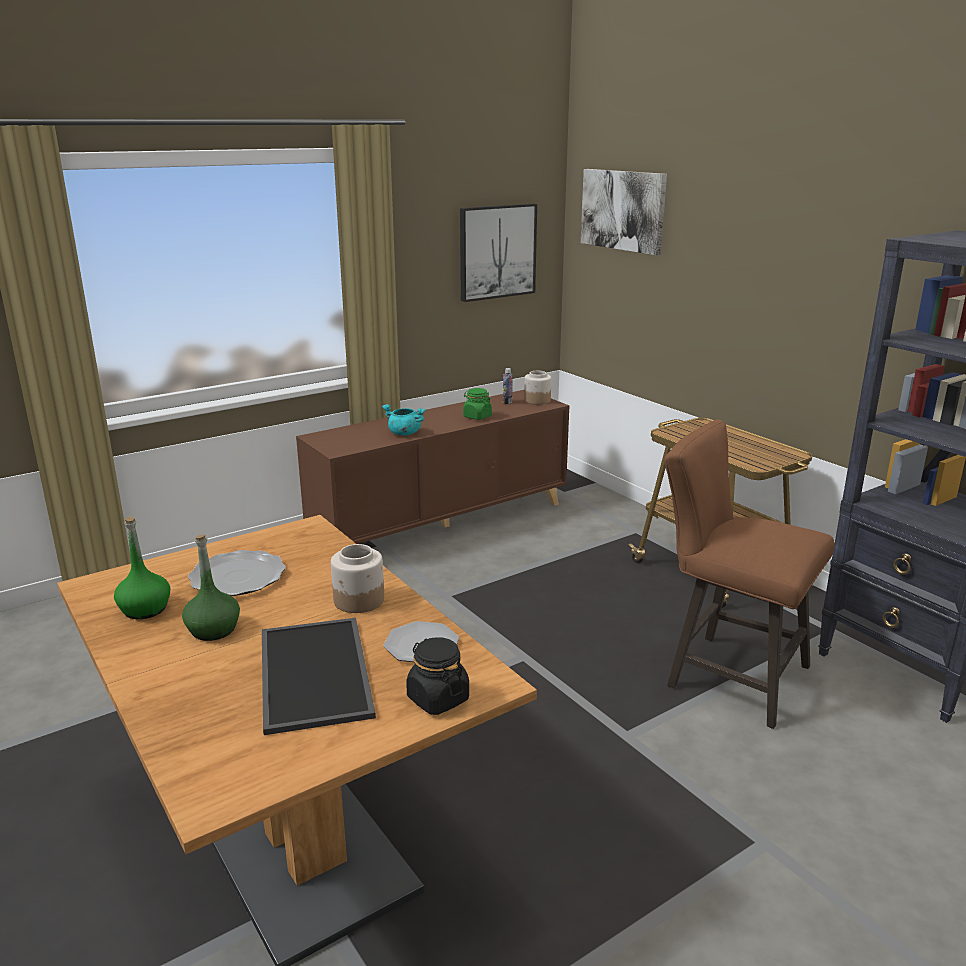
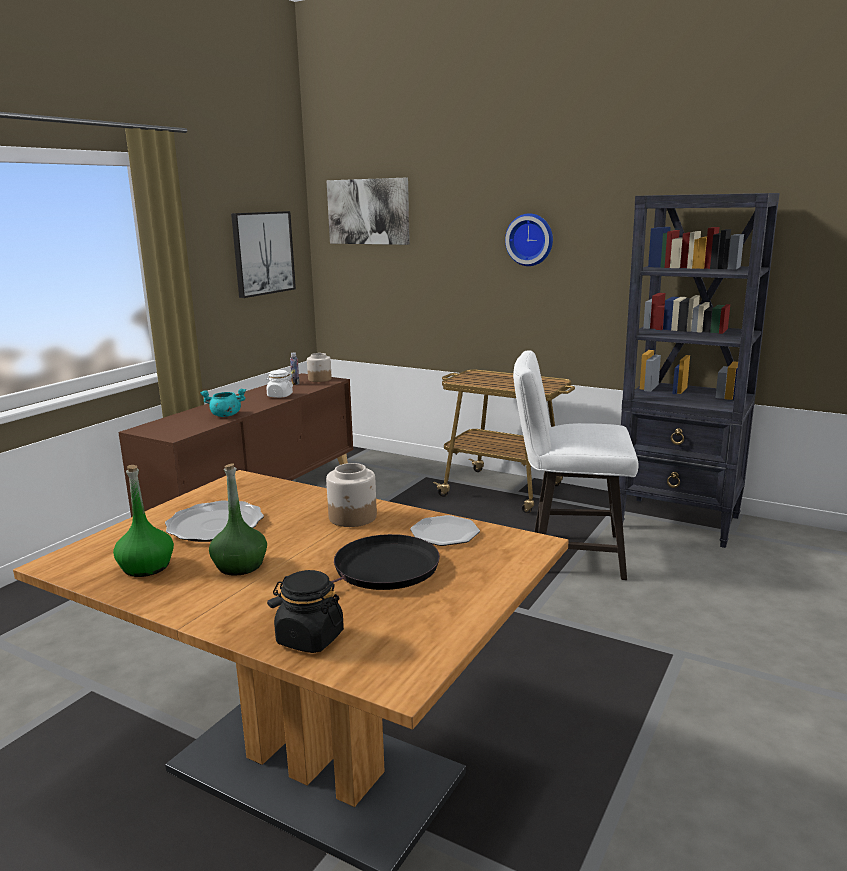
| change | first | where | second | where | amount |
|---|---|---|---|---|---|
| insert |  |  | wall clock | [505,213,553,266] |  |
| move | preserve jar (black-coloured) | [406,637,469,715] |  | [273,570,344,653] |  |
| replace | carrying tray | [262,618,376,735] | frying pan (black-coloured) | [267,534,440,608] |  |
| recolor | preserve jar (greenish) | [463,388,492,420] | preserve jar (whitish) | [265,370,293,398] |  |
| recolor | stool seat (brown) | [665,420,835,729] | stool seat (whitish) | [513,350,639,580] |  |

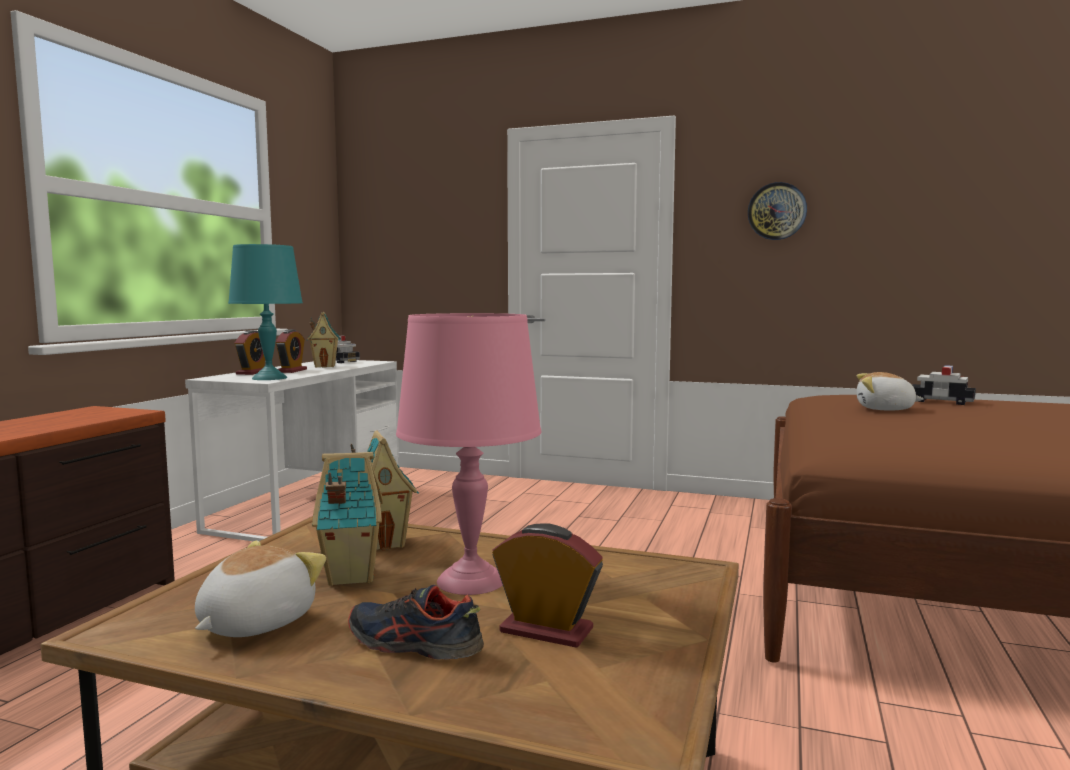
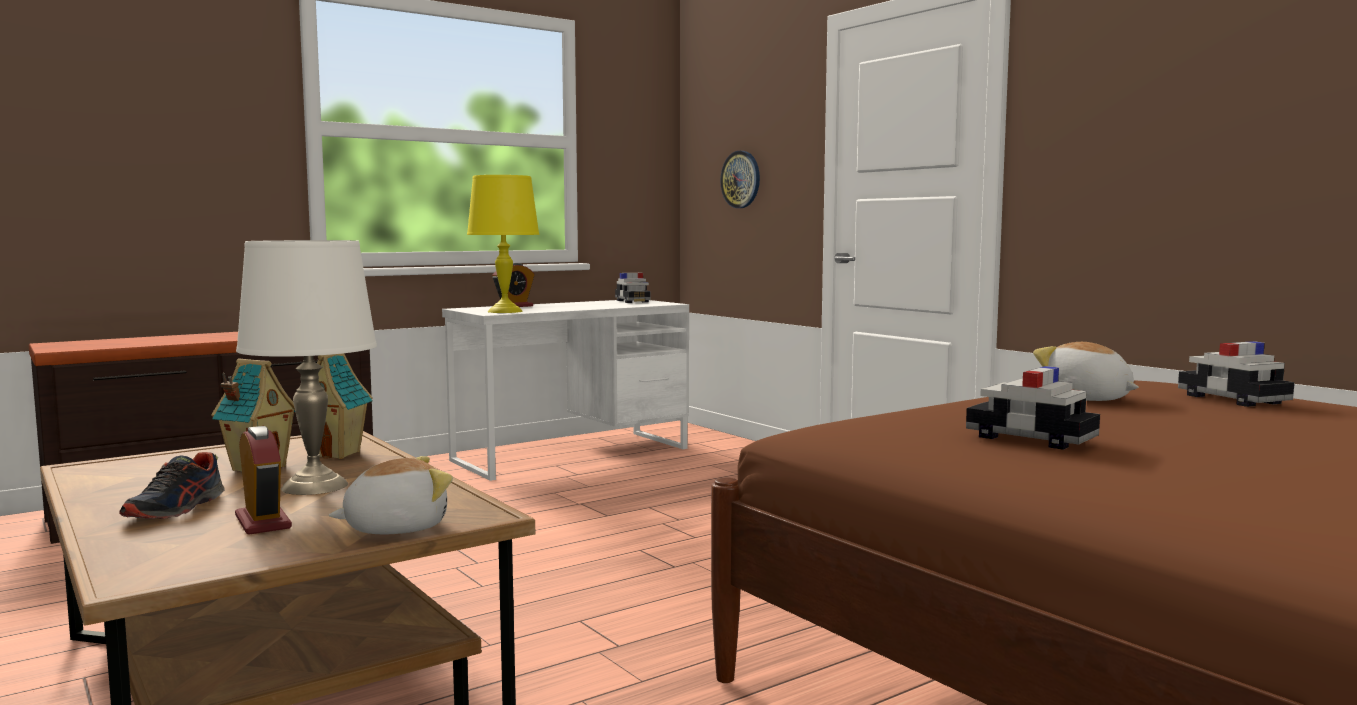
| change | first | where | second | where | amount |
|---|---|---|---|---|---|
| delete | alarm clock | [276,330,307,373] |  |  |  |
| delete | model house | [307,312,341,368] |  |  |  |
| insert |  |  | miniature car | [966,366,1100,450] |  |
| move | cuddly toy | [195,541,326,637] |  | [328,456,453,534] |  |
| move | wall clock | [748,182,807,240] |  | [720,151,760,208] |  |
| recolor | lamp for a table (blue-green) | [228,244,303,380] | lamp for a table (yellow-coloured) | [467,175,540,313] |  |
| recolor | lamp for a table (pink-coloured) | [396,313,542,595] | lamp for a table (whitish) | [236,240,377,495] |  |
| rotate | low shoe | [348,585,484,660] |  | [119,452,225,519] | 135 degrees counterclockwise |

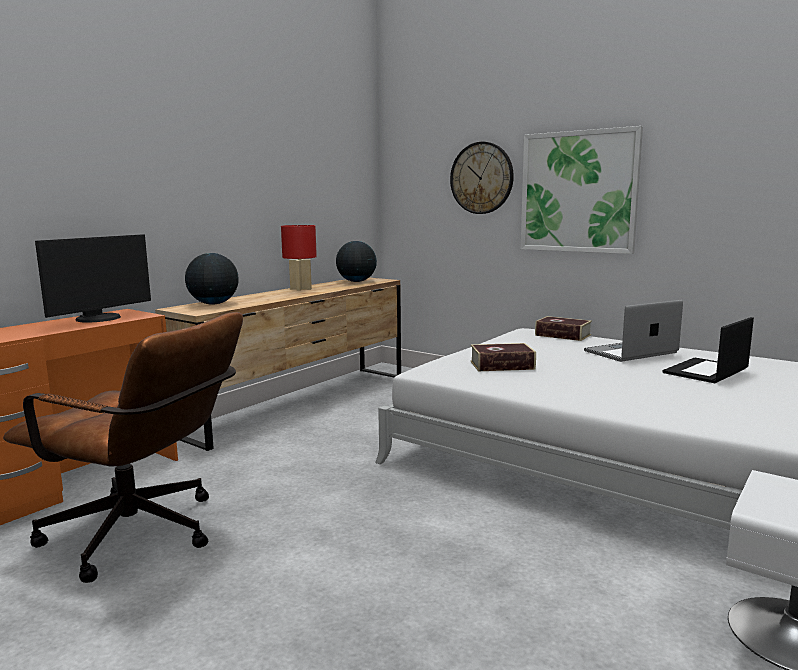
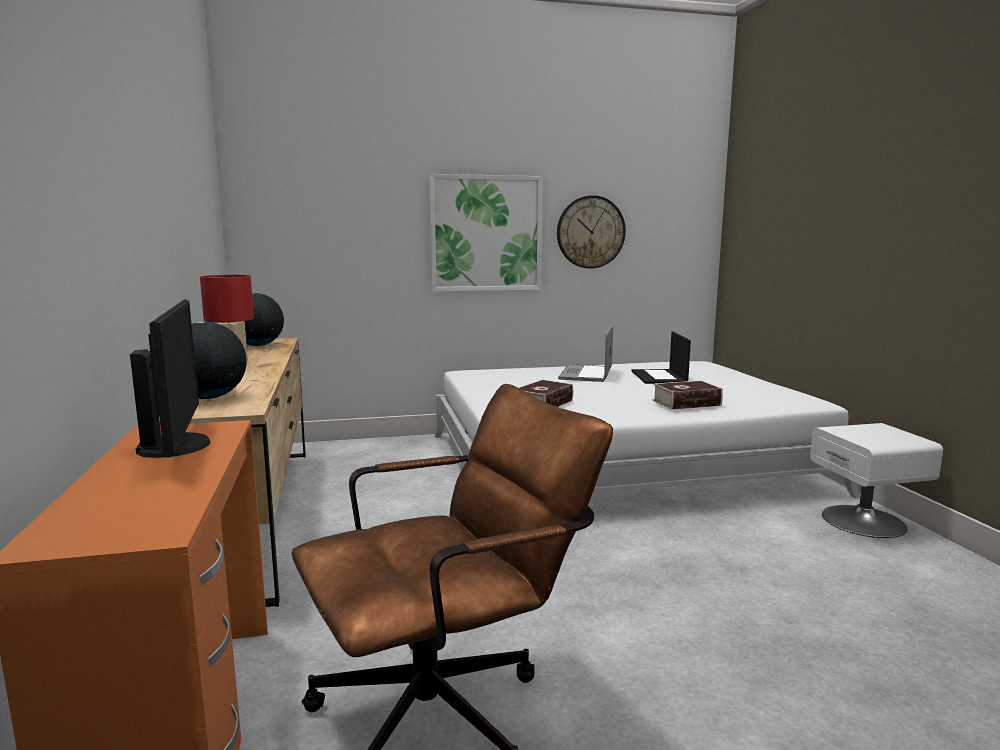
| change | first | where | second | where | amount |
|---|---|---|---|---|---|
| move | wall clock | [450,142,514,214] |  | [557,195,626,269] |  |
| move | volume | [535,316,592,341] |  | [653,380,723,410] |  |

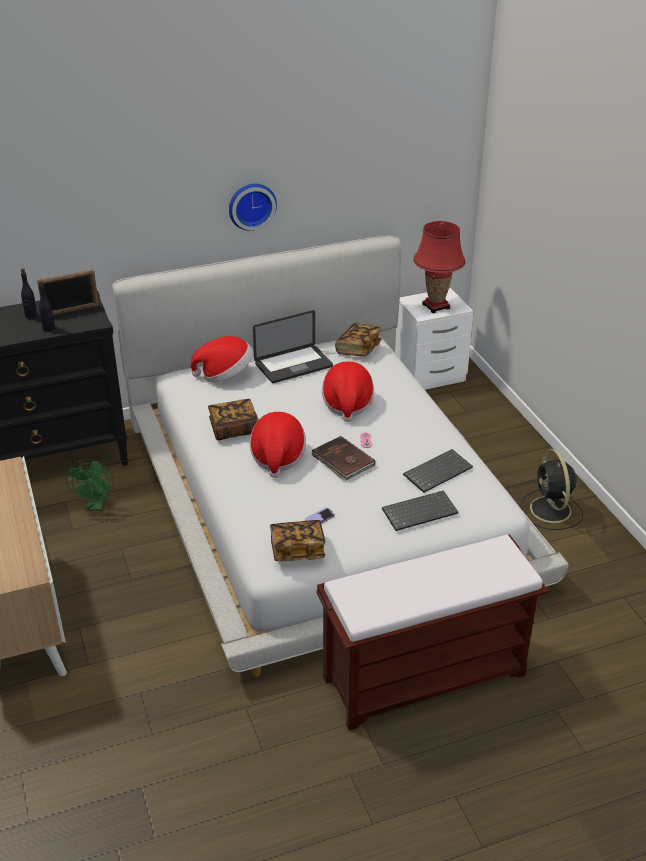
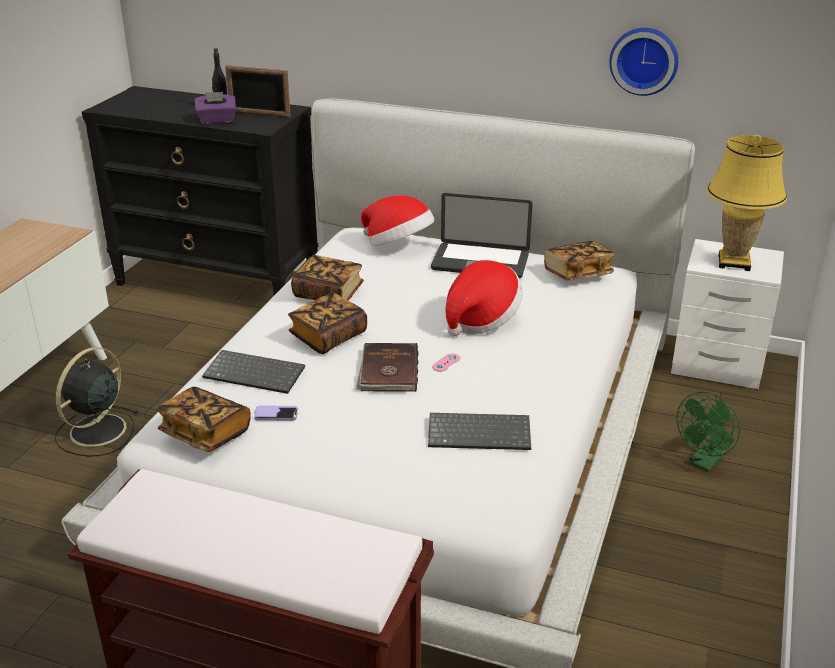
| change | first | where | second | where | amount |
|---|---|---|---|---|---|
| move | cooling fan (greenish) | [66,460,114,511] |  | [676,391,740,472] |  |
| move | wall clock | [229,184,277,231] |  | [609,28,678,96] |  |
| move | keyboard | [382,490,458,531] |  | [202,350,305,394] |  |
| move | cooling fan (black-coloured) | [521,449,583,530] |  | [54,347,139,457] |  |
| replace | bottle (black-coloured) | [39,280,55,332] | tissue holder (purplish) | [195,92,236,124] |  |
| replace | hat | [250,412,306,478] | volume | [288,293,367,354] |  |
| recolor | lamp for a table (red) | [413,221,466,313] | lamp for a table (yellow-coloured) | [707,135,787,271] |  |

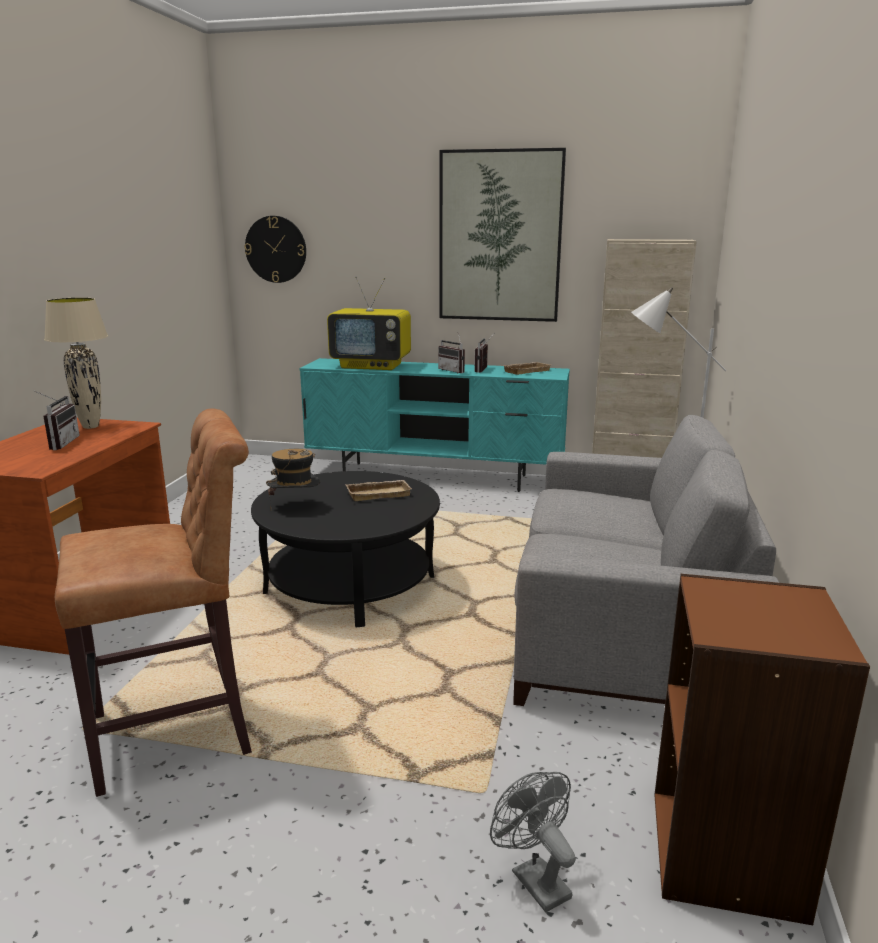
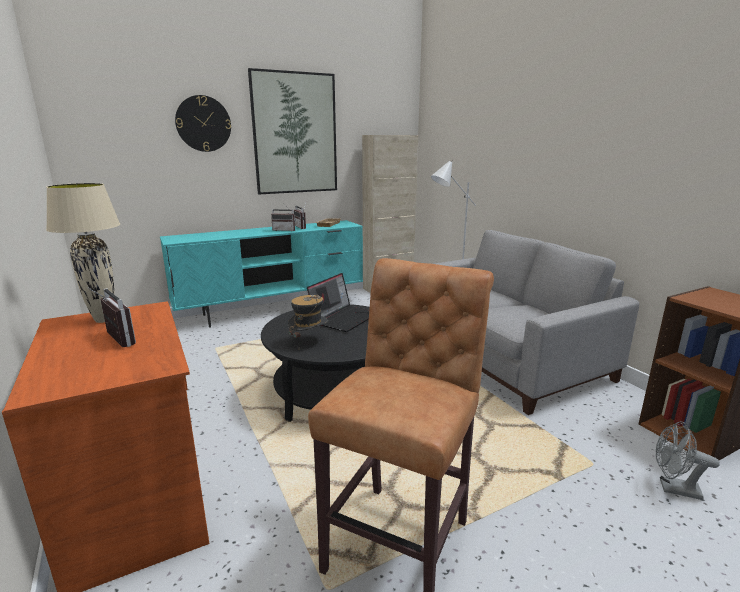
| change | first | where | second | where | amount |
|---|---|---|---|---|---|
| delete | TV | [327,276,411,370] |  |  |  |
| move | wall clock | [244,216,306,283] |  | [175,95,231,152] |  |
| replace | carrying tray (sand-coloured) | [345,480,412,501] | notebook computer | [307,273,369,332] |  |

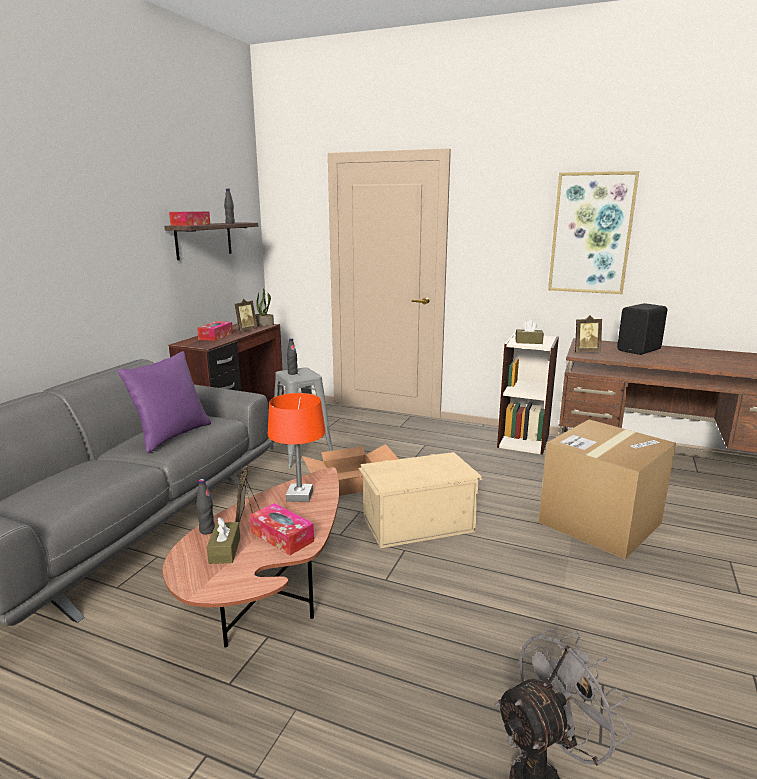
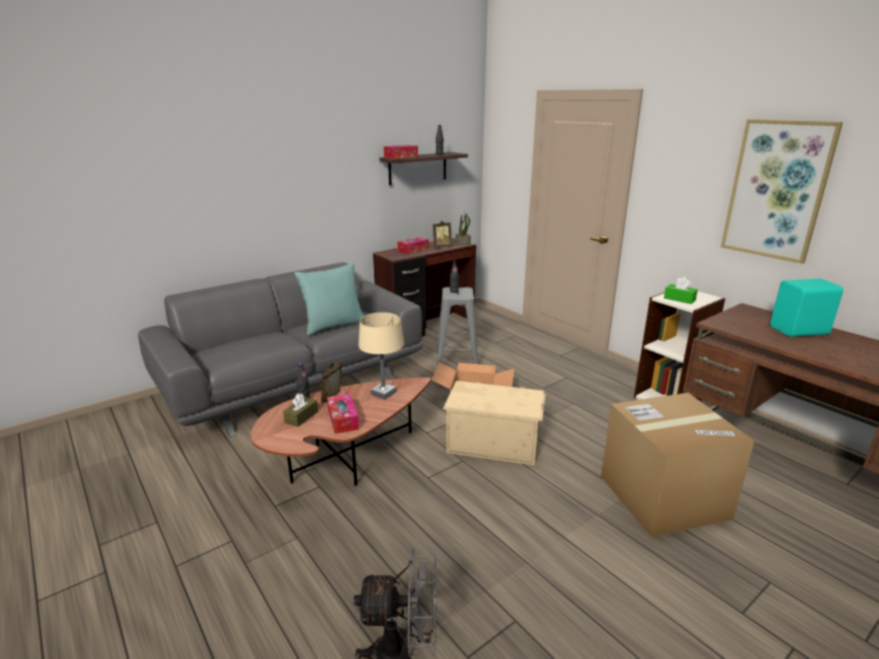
| change | first | where | second | where | amount |
|---|---|---|---|---|---|
| delete | standing frame | [573,316,602,352] |  |  |  |
| recolor | cushion (purplish) | [117,351,211,453] | cushion (blue-green) | [295,263,364,336] |  |
| recolor | lamp for a table (orange-coloured) | [268,393,326,502] | lamp for a table (sand-coloured) | [358,312,404,400] |  |
| recolor | tissue holder (brown) | [515,320,544,344] | tissue holder (greenish) | [664,277,698,304] |  |
| recolor | audio speaker (black-coloured) | [617,303,667,355] | audio speaker (blue-green) | [770,279,843,337] |  |

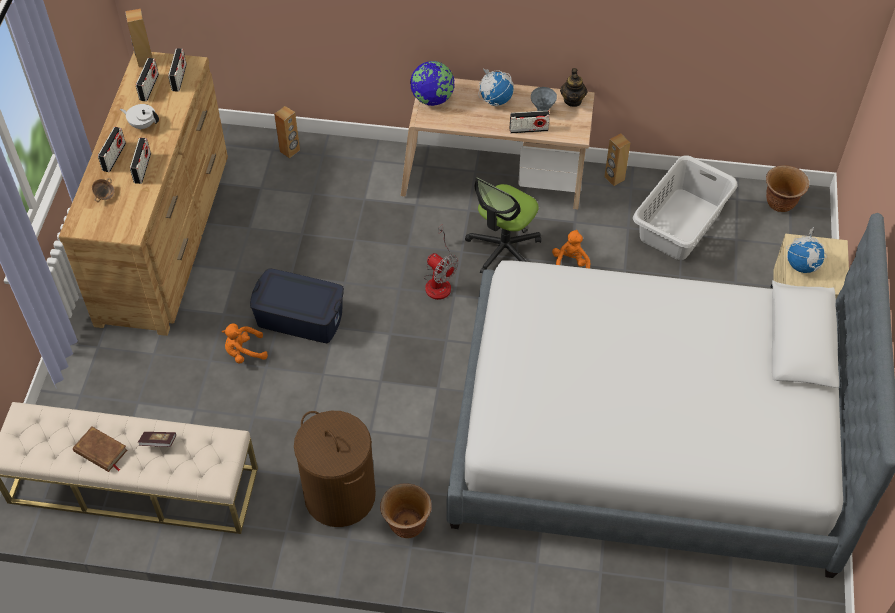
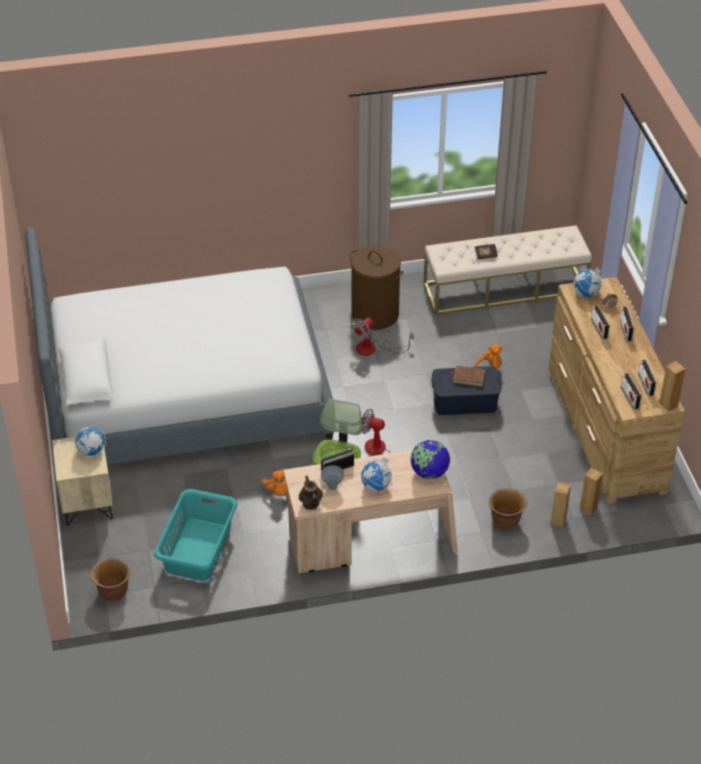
| change | first | where | second | where | amount |
|---|---|---|---|---|---|
| delete | teapot (whitish) | [120,104,159,130] |  |  |  |
| insert |  |  | cooling fan | [351,318,414,356] |  |
| insert |  |  | desk globe | [574,267,603,297] |  |
| move | volume (brown) | [73,427,127,472] |  | [450,366,486,387] |  |
| move | flower pot (brown) | [380,483,432,538] |  | [489,488,527,530] |  |
| move | audio speaker (brown) | [604,133,631,186] |  | [580,468,603,514] |  |
| recolor | laundry basket (greyish) | [633,155,738,260] | laundry basket (blue-green) | [154,489,237,581] |  |

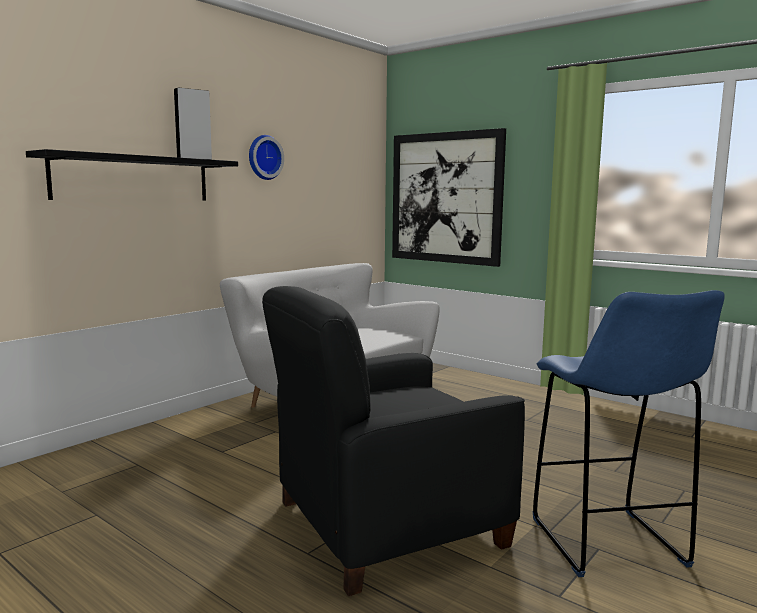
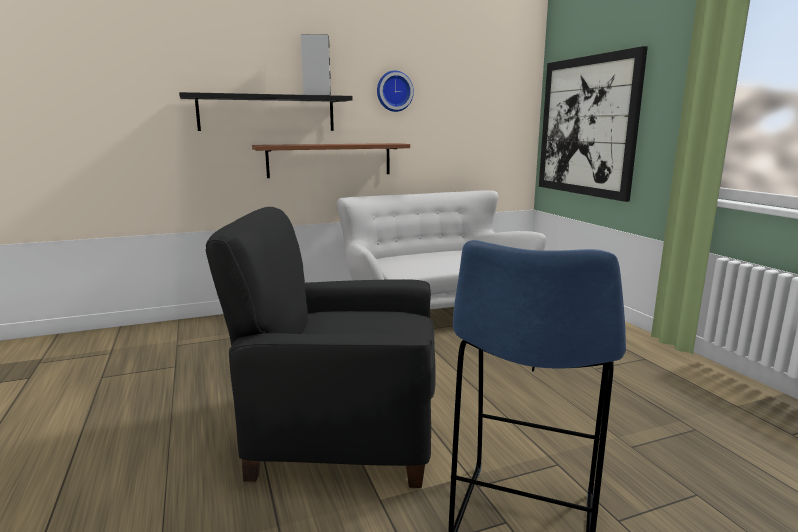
| change | first | where | second | where | amount |
|---|---|---|---|---|---|
| insert |  |  | bracket shelf (brown) | [252,143,410,178] |  |

